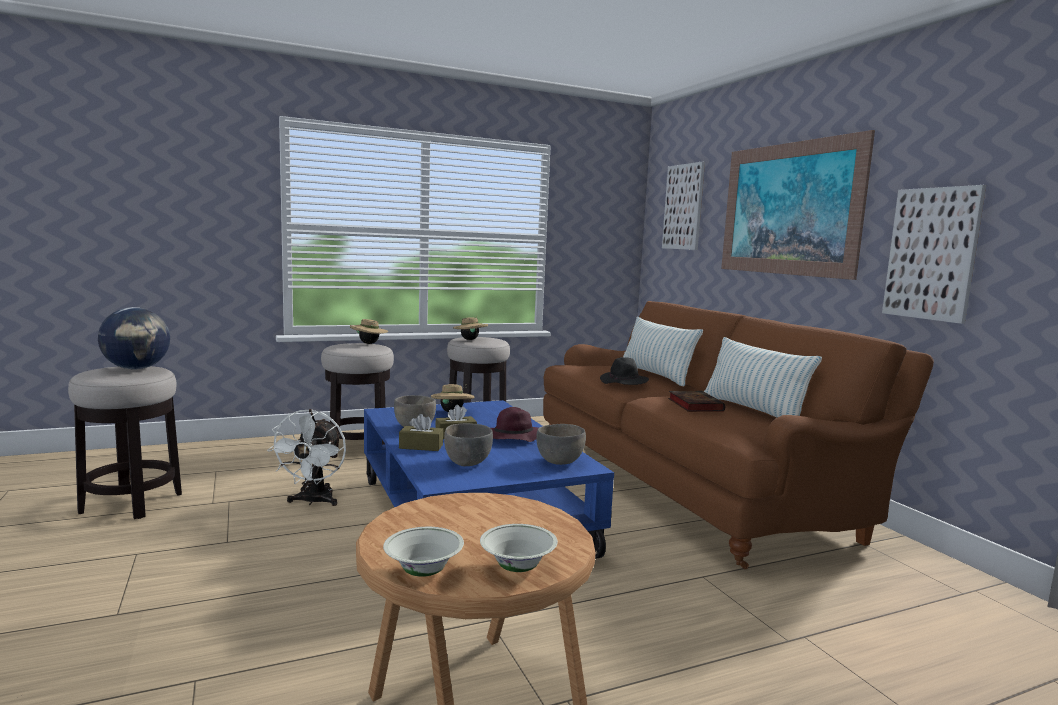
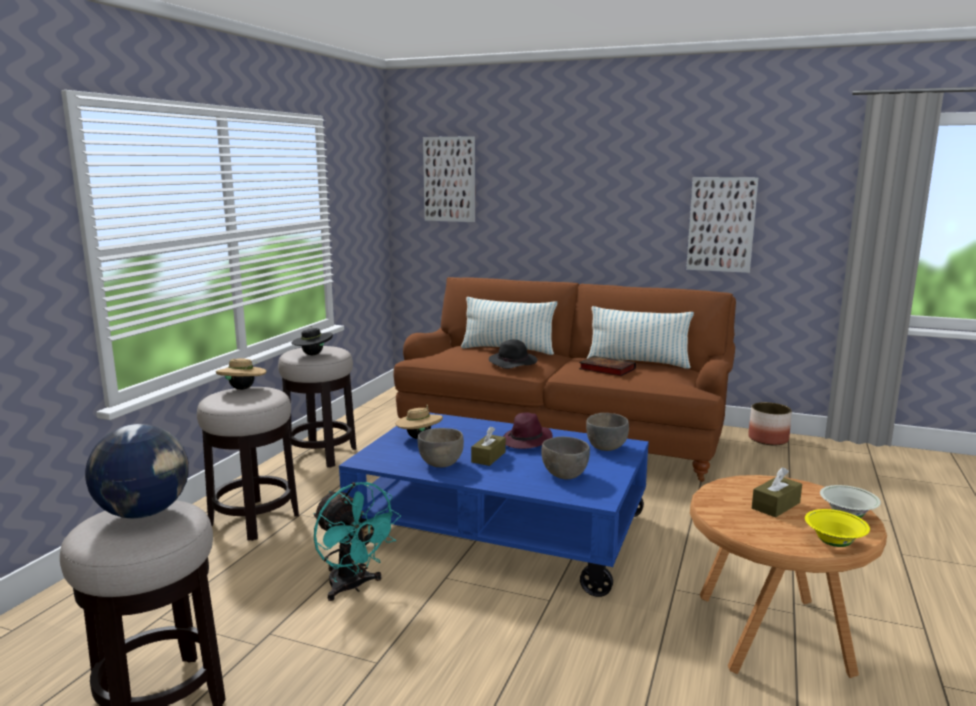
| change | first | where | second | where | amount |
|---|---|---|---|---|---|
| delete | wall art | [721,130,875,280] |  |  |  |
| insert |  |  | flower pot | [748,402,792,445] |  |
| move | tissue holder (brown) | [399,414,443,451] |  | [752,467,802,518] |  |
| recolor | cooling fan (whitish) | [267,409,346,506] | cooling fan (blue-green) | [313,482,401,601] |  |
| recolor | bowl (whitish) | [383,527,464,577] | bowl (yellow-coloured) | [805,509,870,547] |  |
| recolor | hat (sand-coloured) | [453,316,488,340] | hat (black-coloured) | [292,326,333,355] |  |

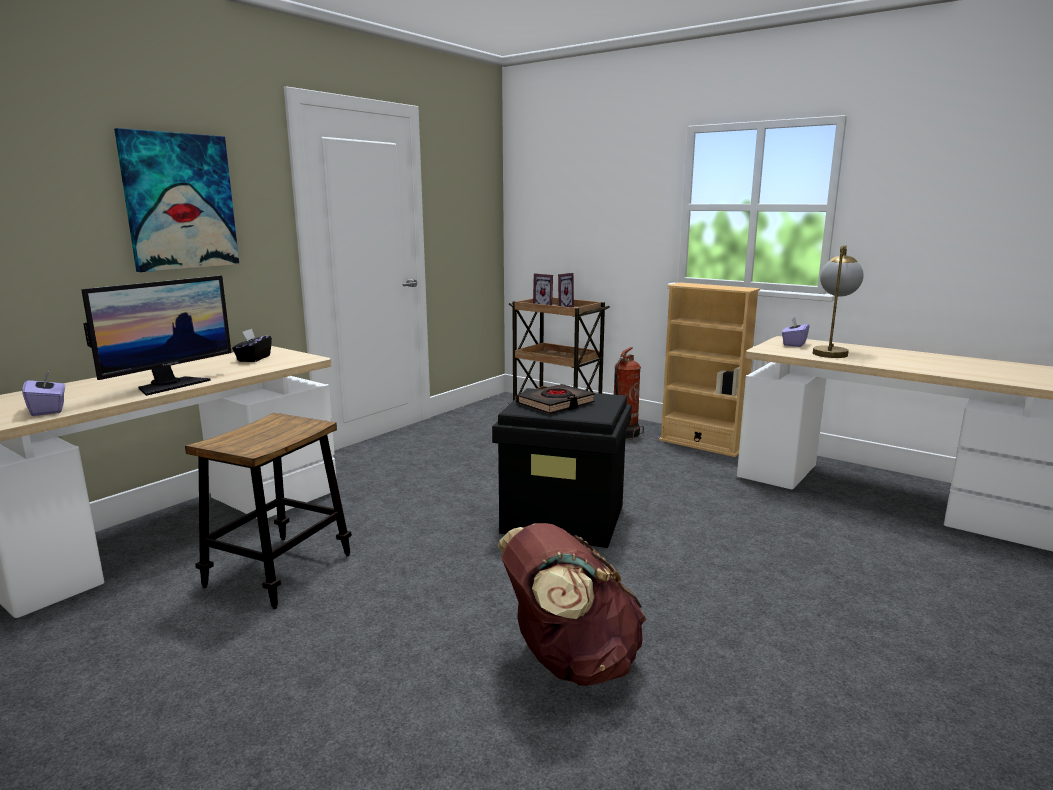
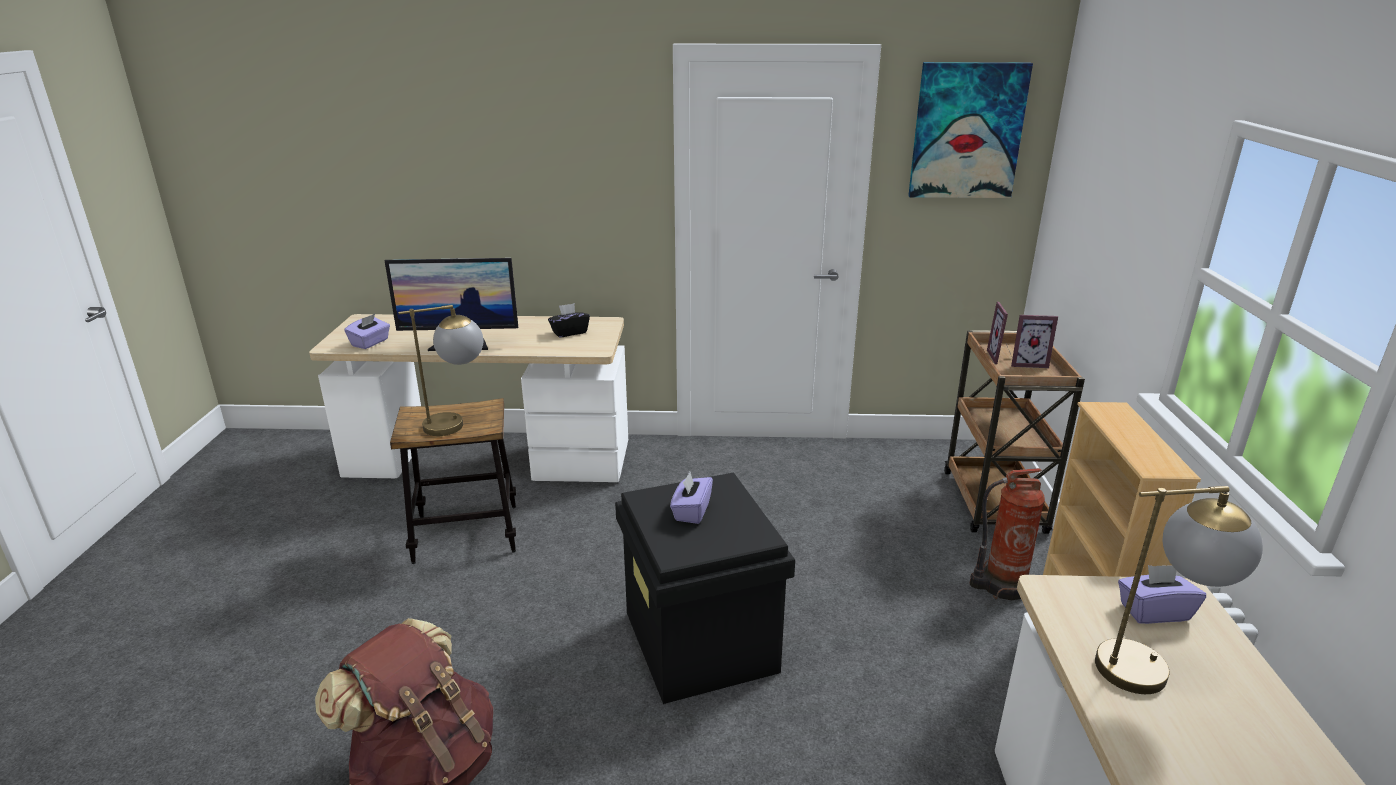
| change | first | where | second | where | amount |
|---|---|---|---|---|---|
| insert |  |  | lamp for a table | [398,305,483,436] |  |
| move | wall art | [114,128,239,272] |  | [908,62,1033,198] |  |
| replace | volume (black-coloured) | [516,384,595,414] | tissue holder (purplish) | [670,472,713,524] |  |

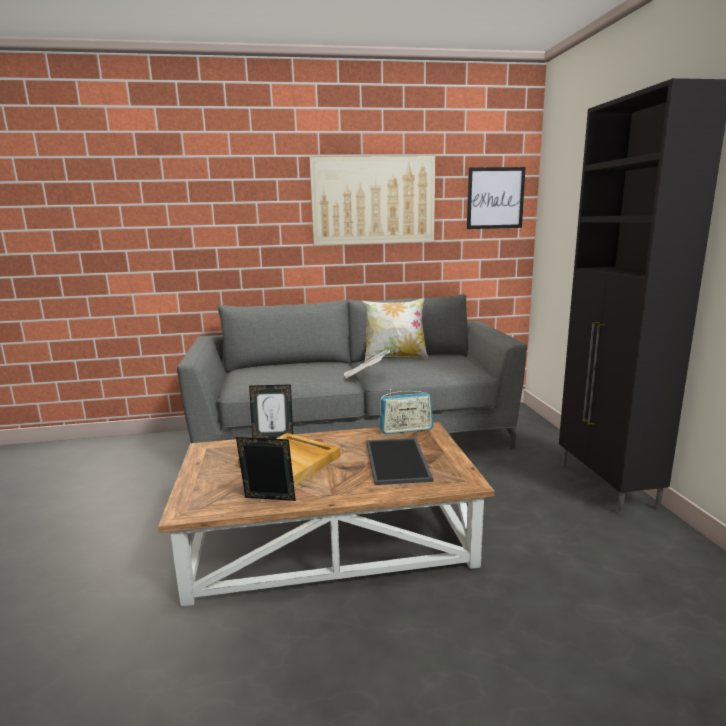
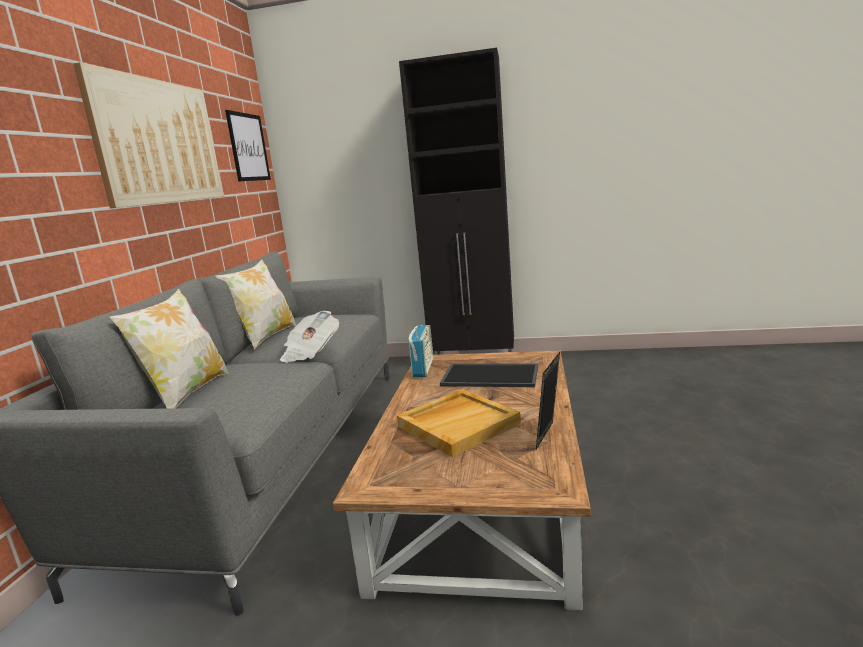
| change | first | where | second | where | amount |
|---|---|---|---|---|---|
| delete | standing frame | [249,384,293,439] |  |  |  |
| insert |  |  | cushion | [110,289,228,409] |  |

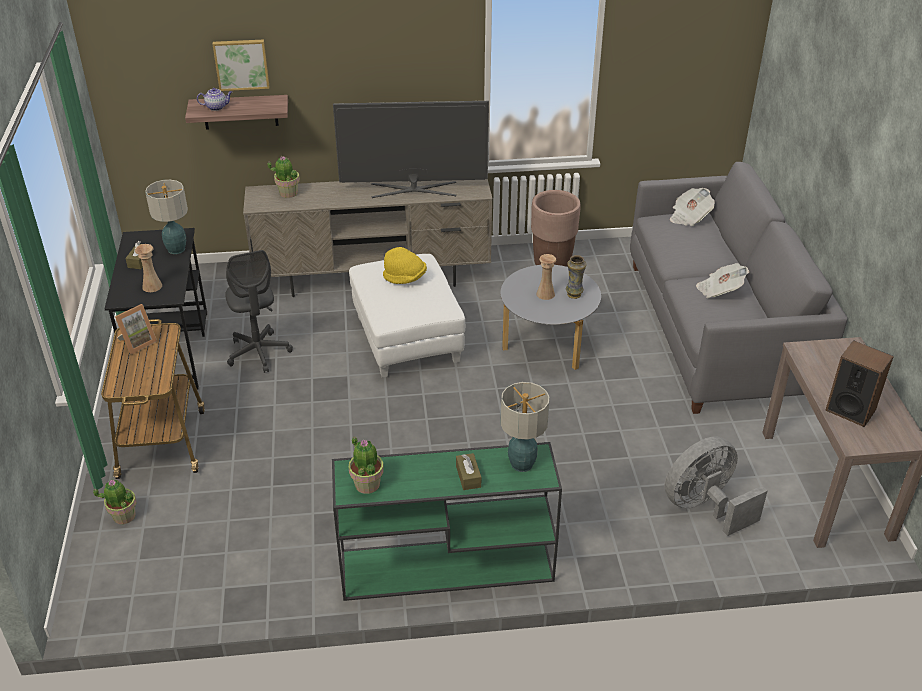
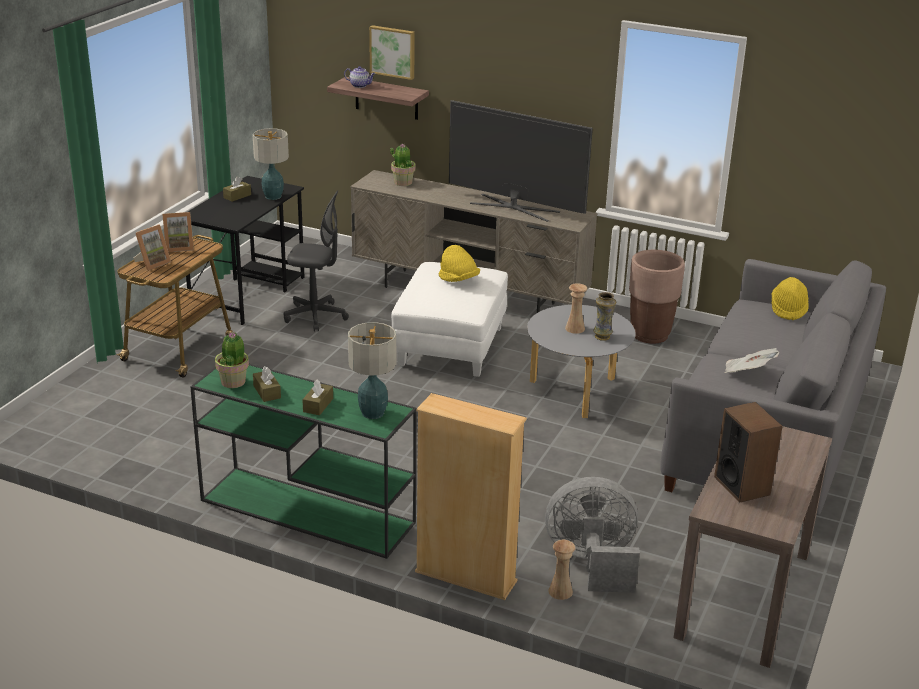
| change | first | where | second | where | amount |
|---|---|---|---|---|---|
| delete | houseplant | [93,479,136,524] |  |  |  |
| insert |  |  | standing frame | [134,224,171,271] |  |
| insert |  |  | tissue holder (brown) | [253,366,281,402] |  |
| insert |  |  | shelving unit (sand-coloured) | [415,393,527,600] |  |
| move | decorative vase (sand-coloured) | [135,244,162,292] |  | [548,540,575,600] |  |
| replace | newspaper | [670,188,715,226] | hat (yellow-coloured) | [771,277,809,320] |  |
| rotate | office chair (greyish) | [225,250,293,373] |  | [284,190,349,332] | 90 degrees counterclockwise |

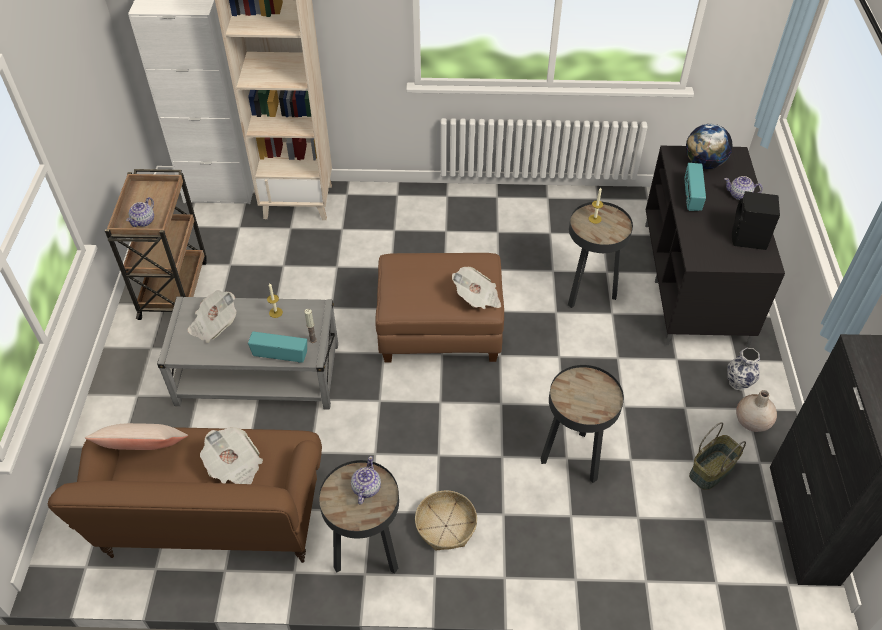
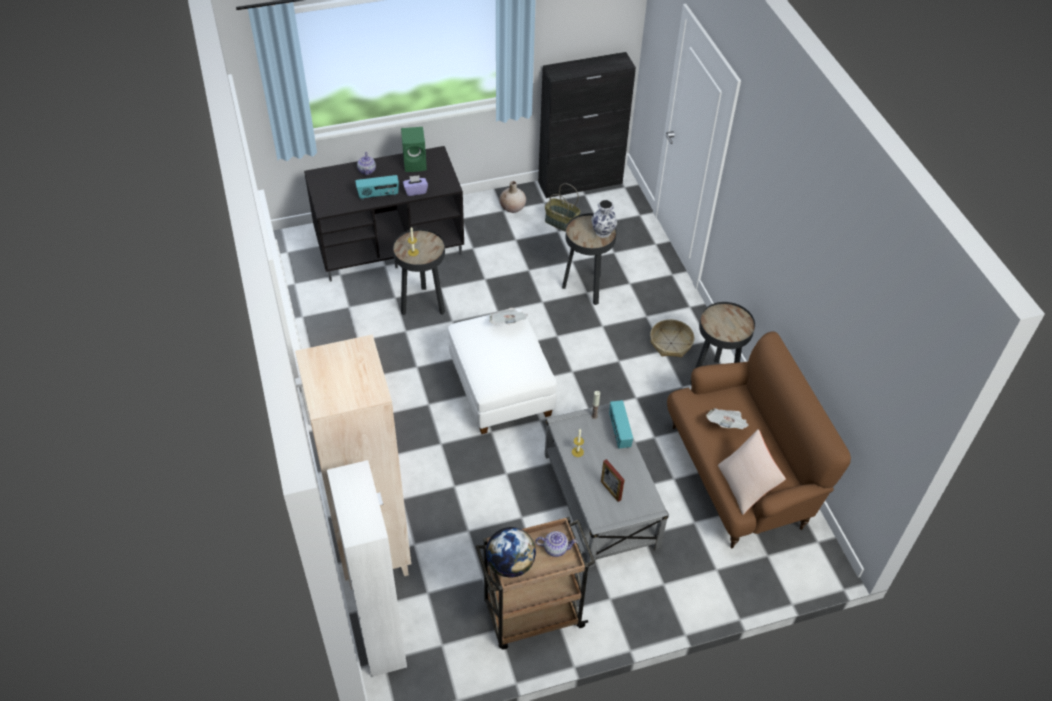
| change | first | where | second | where | amount |
|---|---|---|---|---|---|
| delete | teapot | [351,456,381,505] |  |  |  |
| insert |  |  | tissue holder (purplish) | [403,175,428,196] |  |
| move | desk globe | [686,124,732,169] |  | [486,527,536,578] |  |
| move | decorative vase | [727,348,760,391] |  | [591,200,617,238] |  |
| replace | newspaper | [188,290,236,343] | standing frame | [601,459,624,502] |  |
| recolor | footrest (brown) | [375,253,504,362] | footrest (whitish) | [448,309,557,434] |  |
| recolor | audio speaker (black-coloured) | [732,191,780,250] | audio speaker (greenish) | [401,127,427,172] |  |

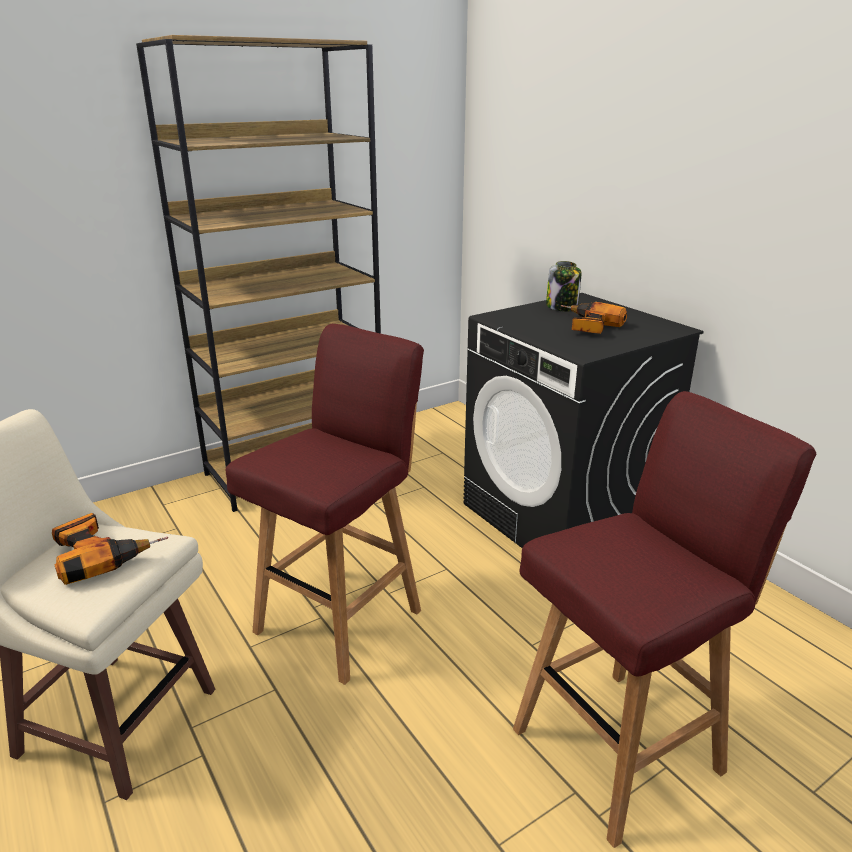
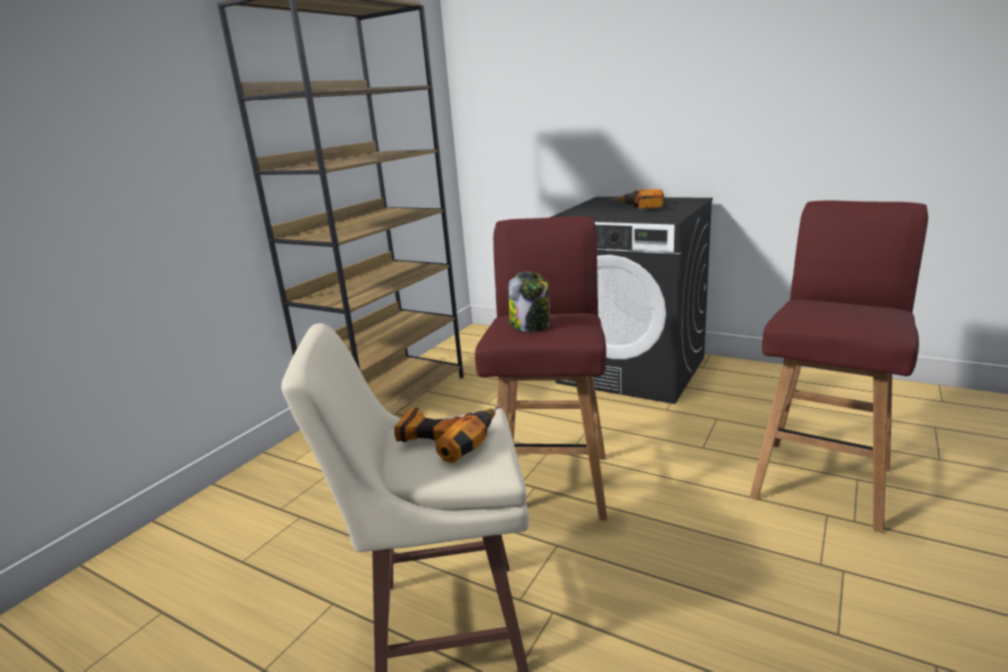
| change | first | where | second | where | amount |
|---|---|---|---|---|---|
| move | preserve jar | [546,261,582,312] |  | [509,272,550,332] |  |

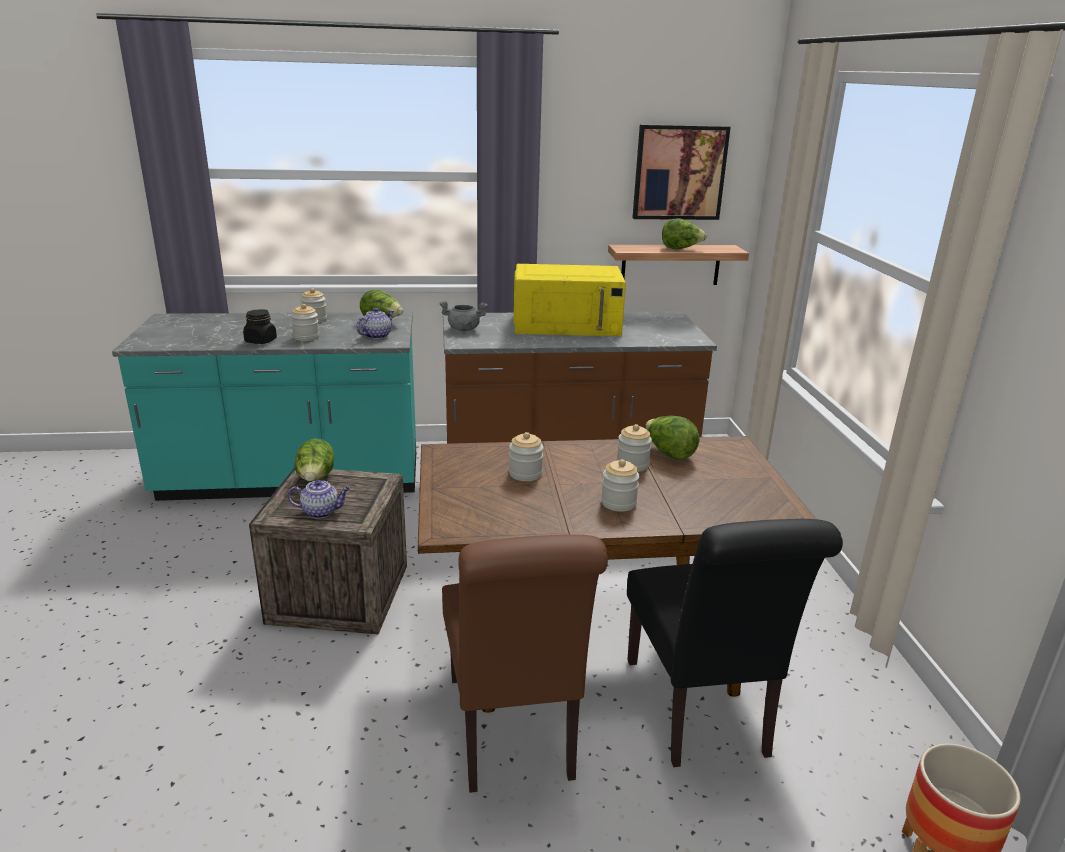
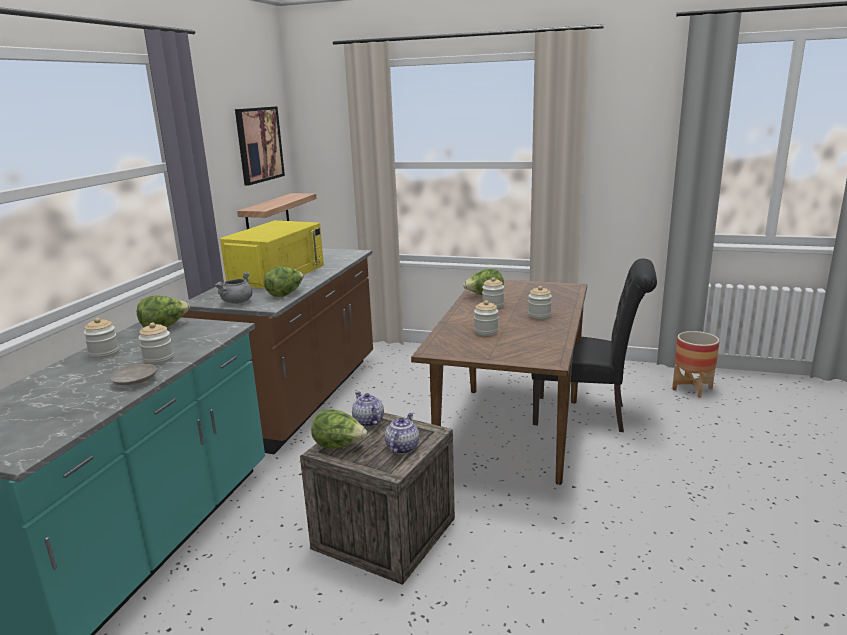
| change | first | where | second | where | amount |
|---|---|---|---|---|---|
| delete | chair (brown) | [442,534,608,793] |  |  |  |
| move | teapot | [356,308,394,339] |  | [352,391,384,427] |  |
| move | lettuce head | [662,219,707,249] |  | [264,266,304,297] |  |
| replace | preserve jar (black-coloured) | [243,309,277,344] | dinner plate (sand-coloured) | [110,364,157,385] |  |

